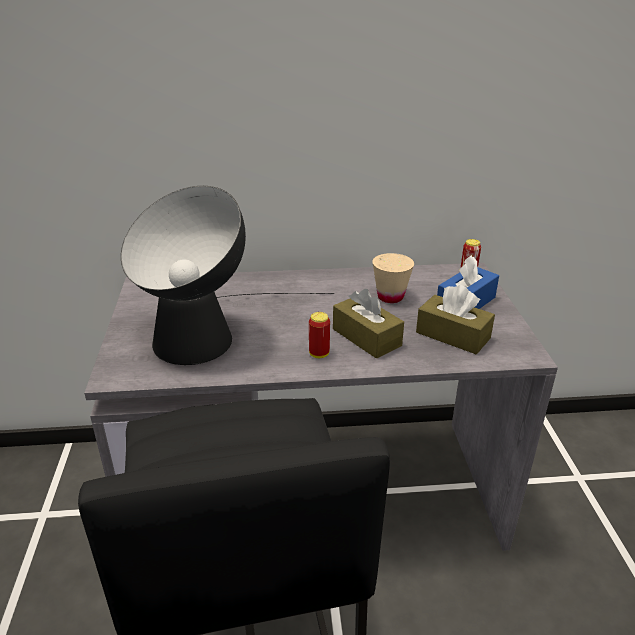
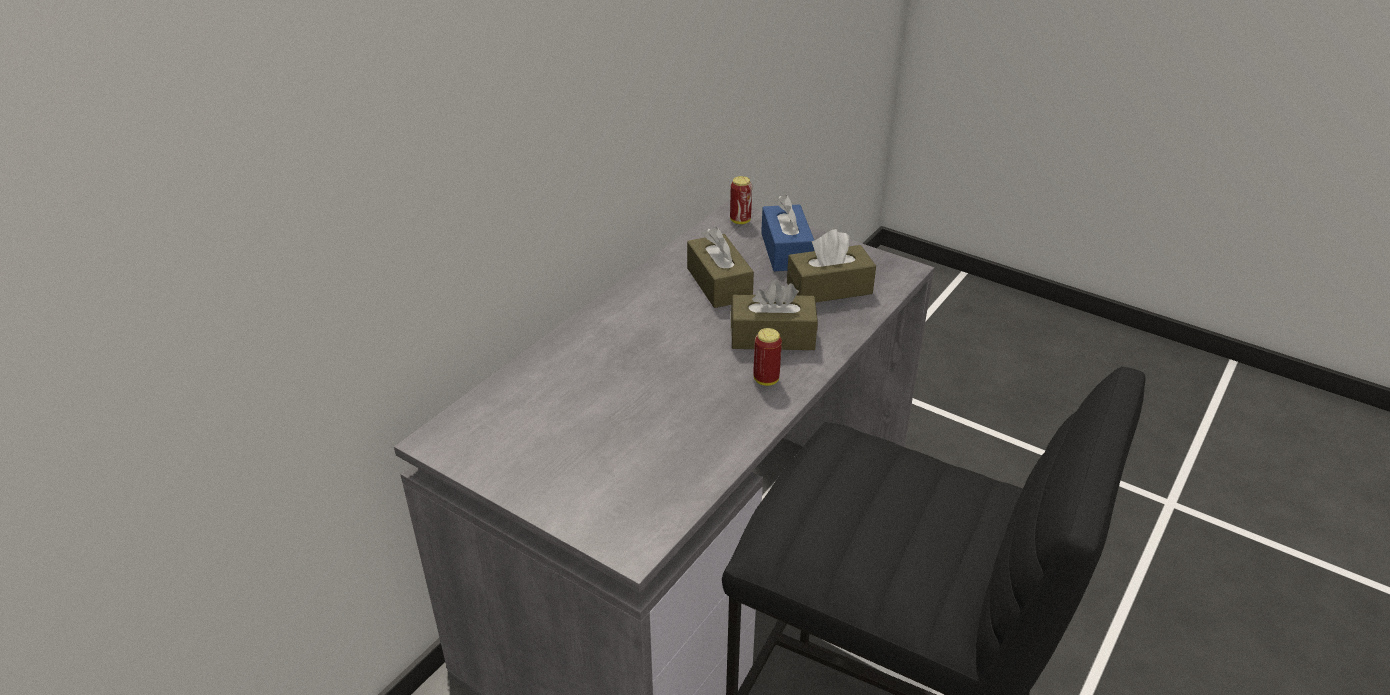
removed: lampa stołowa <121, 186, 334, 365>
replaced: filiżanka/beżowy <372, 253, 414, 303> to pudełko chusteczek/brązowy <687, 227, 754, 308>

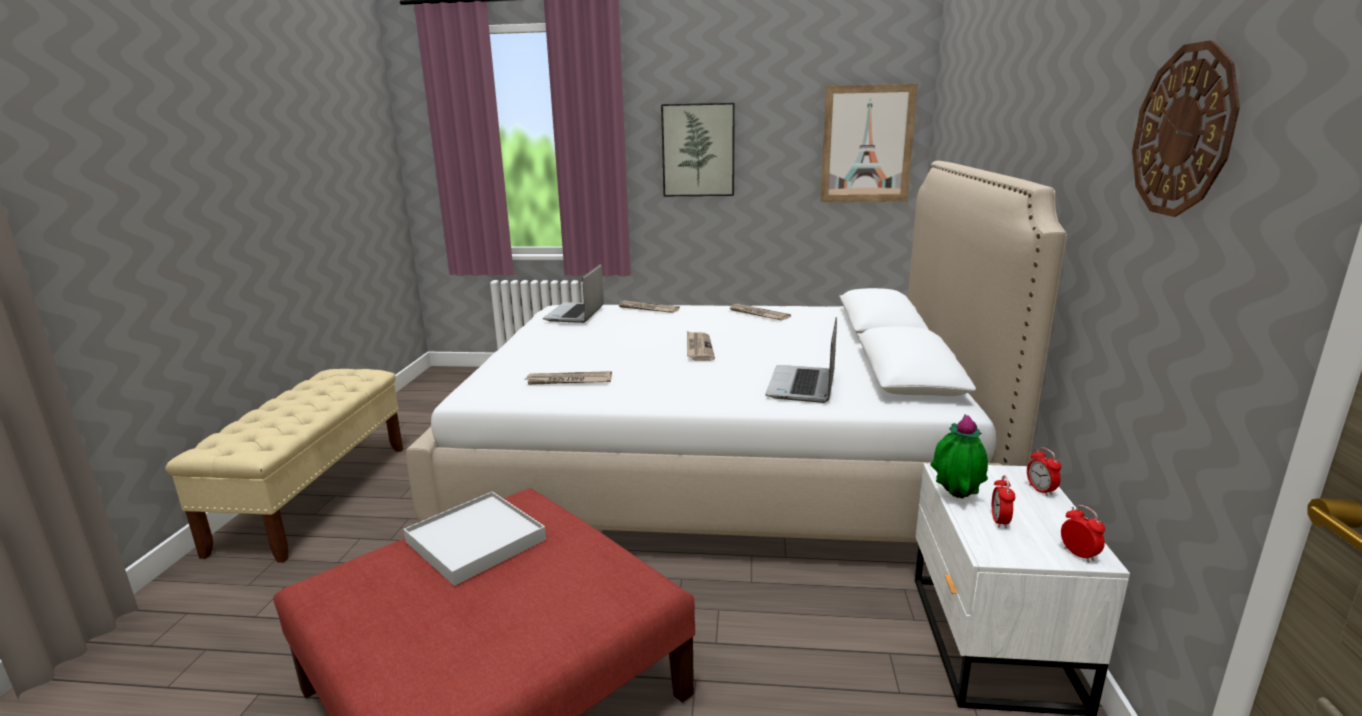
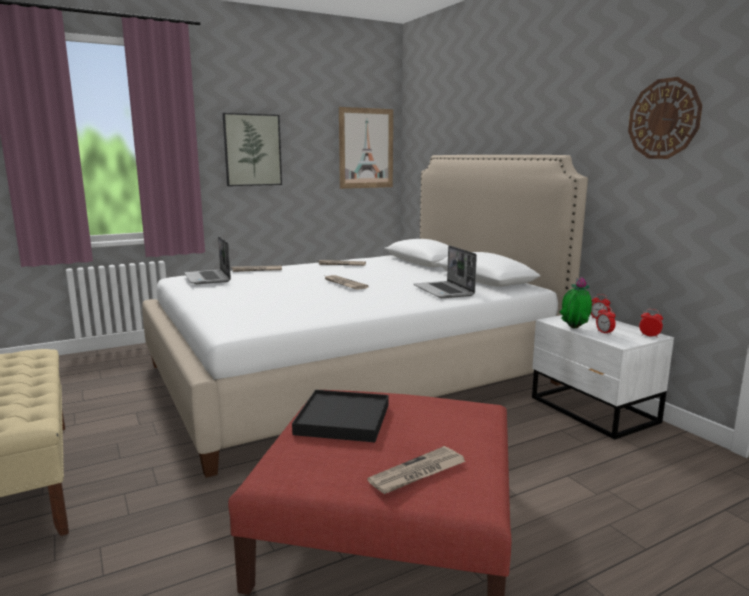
moved: gazeta <526, 371, 612, 385> to <367, 446, 466, 494>
recoloured: taca/biały <404, 492, 546, 586> to taca/czarny <292, 390, 389, 442>

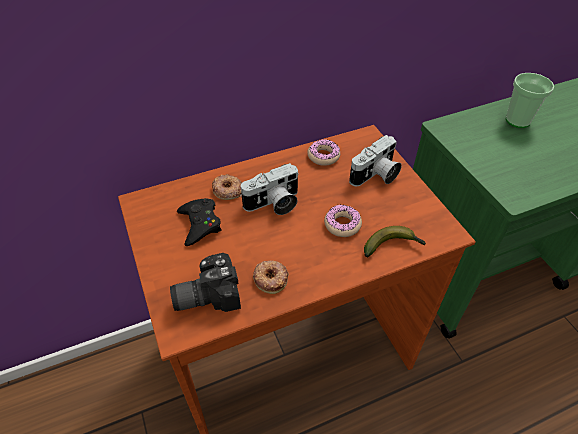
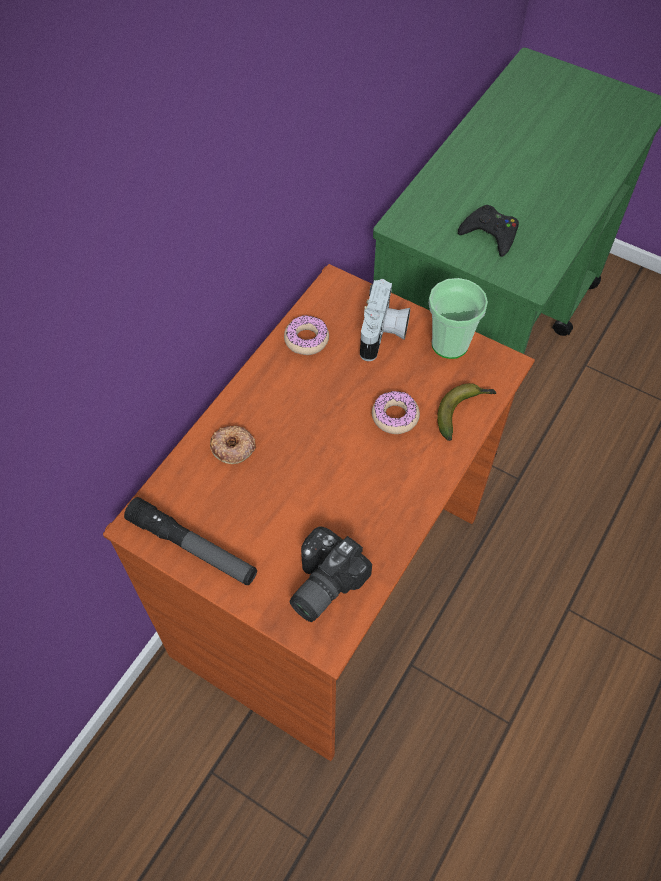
removed: aparat fotograficzny <240, 163, 299, 215>; donut <253, 260, 289, 294>
added: latarka <124, 497, 257, 585>
moved: pad do gier/czarny <177, 198, 222, 246> to <458, 205, 519, 257>; filiżanka <506, 73, 554, 128> to <429, 278, 488, 359>

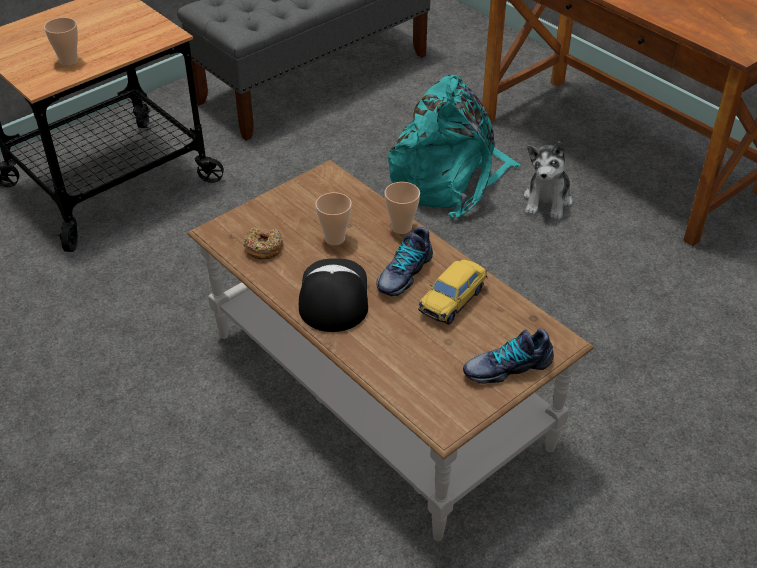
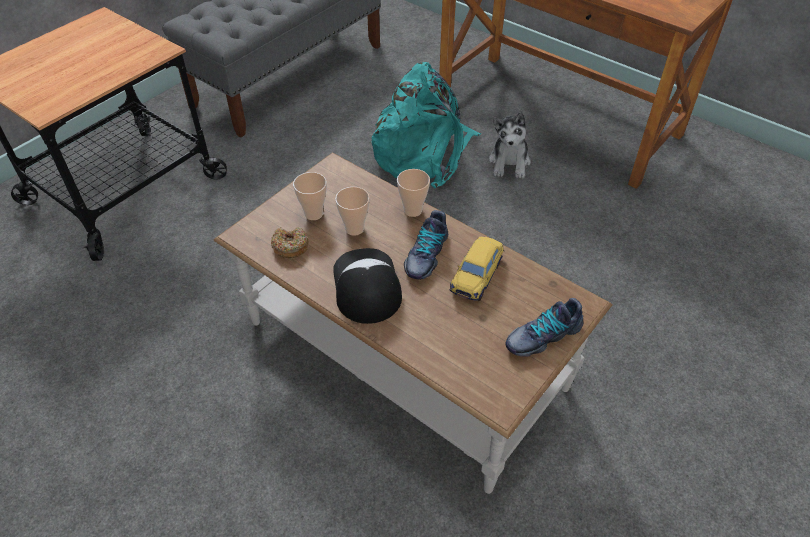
moved: filiżanka <44, 17, 78, 66> to <293, 172, 327, 220>

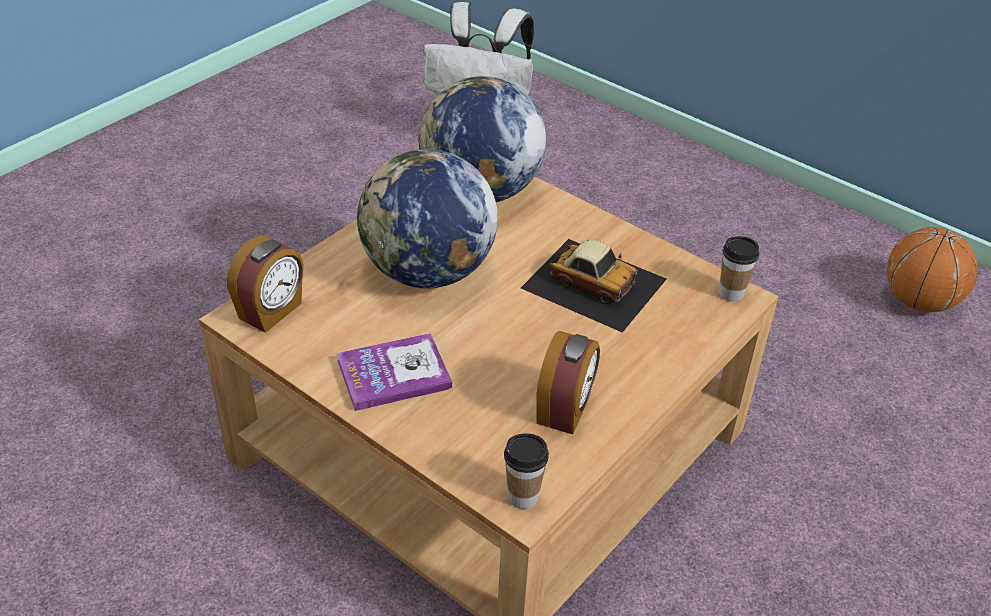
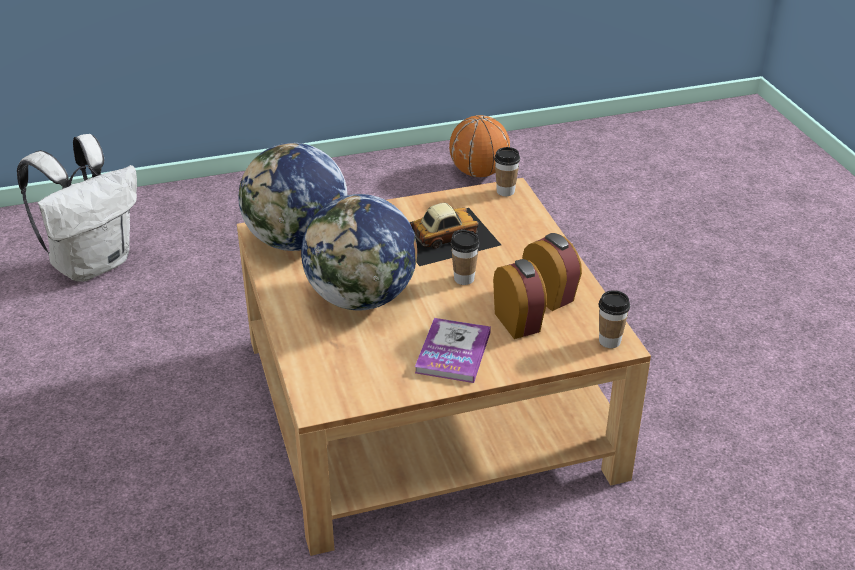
added: filiżanka <450, 230, 480, 285>
moved: budzik <227, 236, 304, 333> to <493, 259, 547, 339>

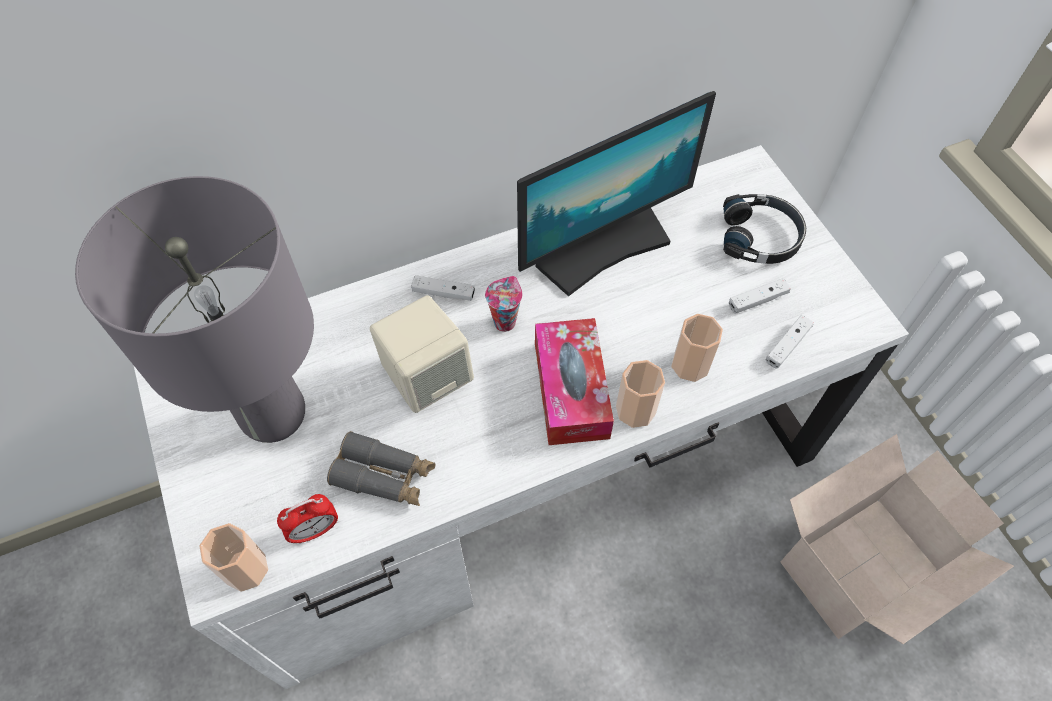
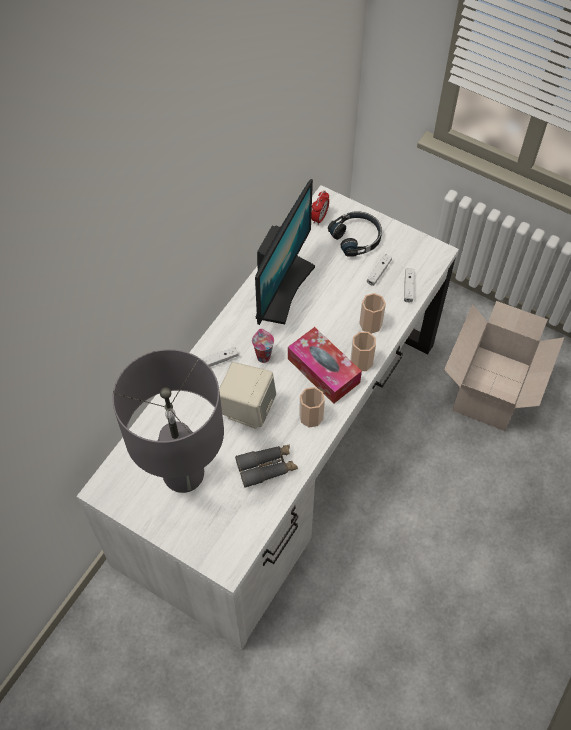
moved: filiżanka <199, 523, 268, 592> to <299, 387, 325, 428>; budzik <277, 494, 338, 544> to <311, 190, 329, 225>

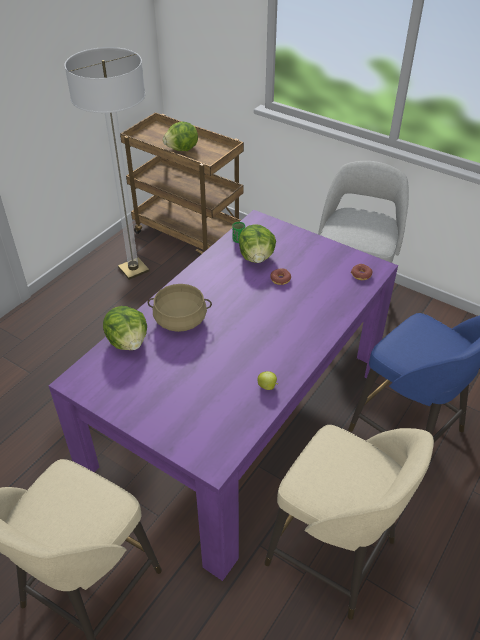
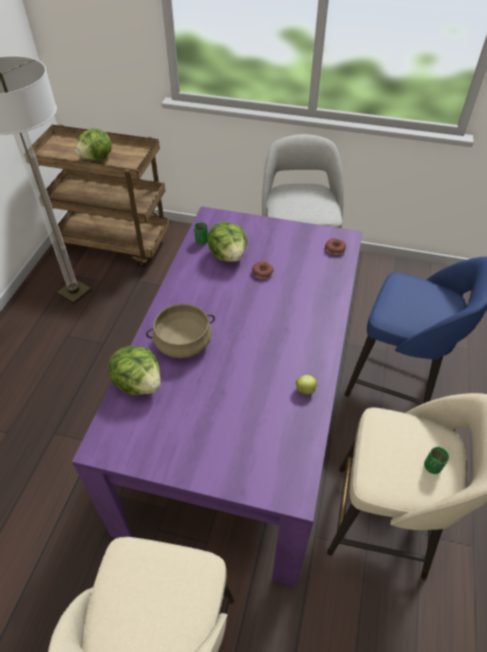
added: filiżanka/zielony <424, 447, 449, 474>

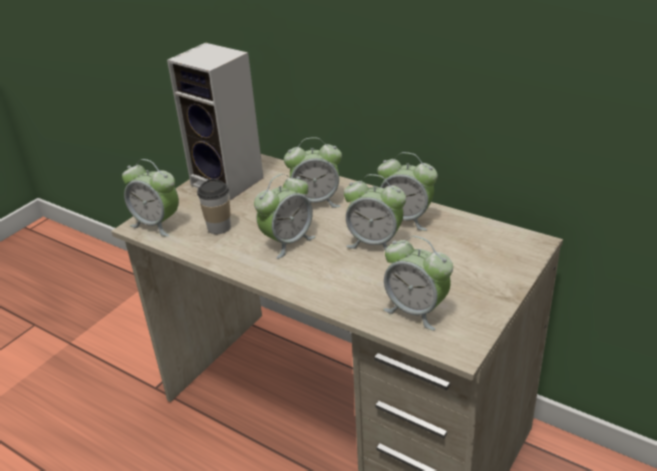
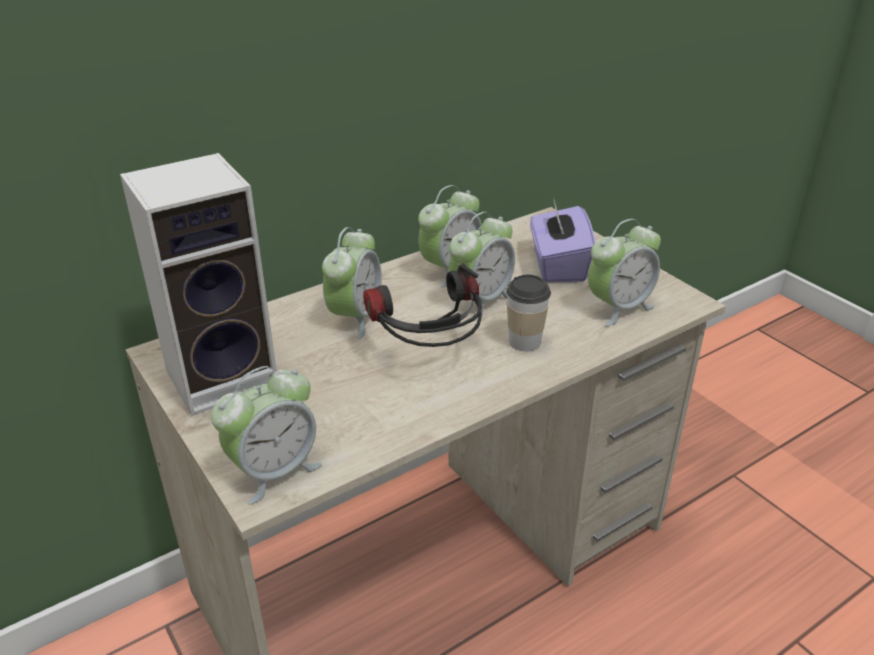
added: pudełko chusteczek/fioletowy <530, 200, 595, 282>
moved: filiżanka <197, 179, 231, 234> to <506, 274, 551, 351>
replaced: budzik <254, 174, 316, 259> to słuchawki <363, 263, 482, 347>

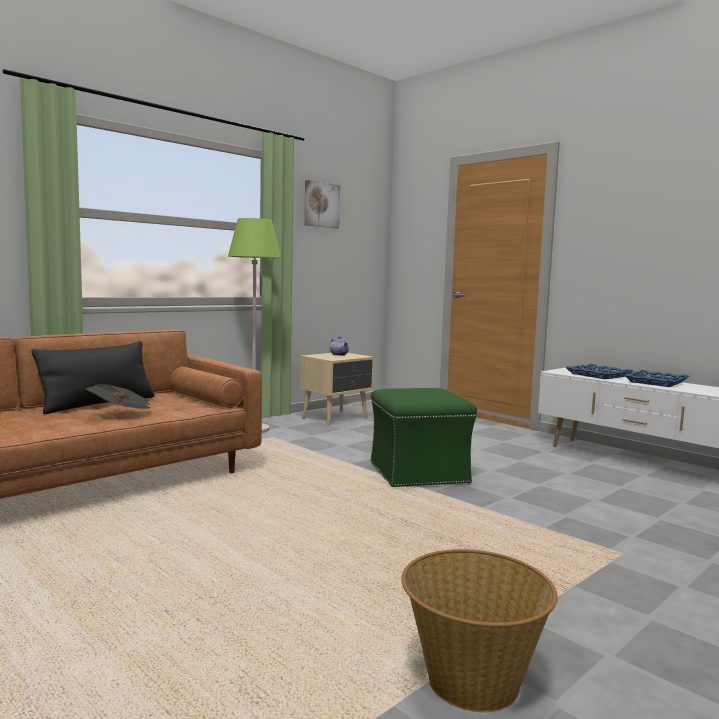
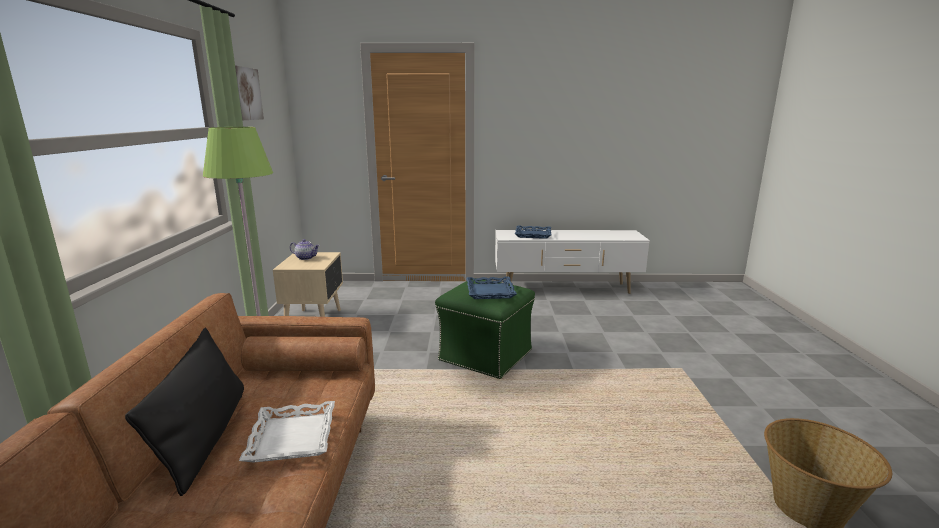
moved: taca/niebieski <624, 370, 689, 387> to <466, 276, 517, 299>
replaced: gazeta <86, 384, 151, 409> to taca/biały <239, 401, 335, 463>

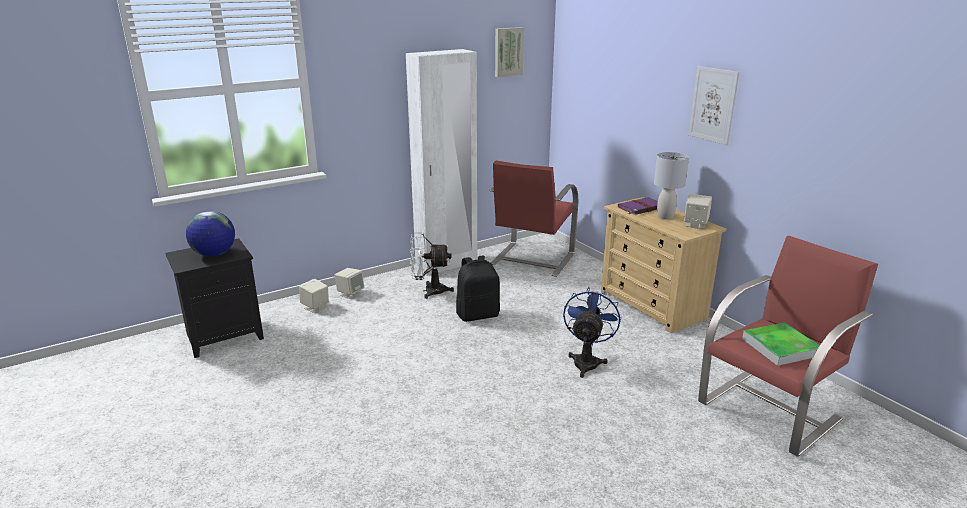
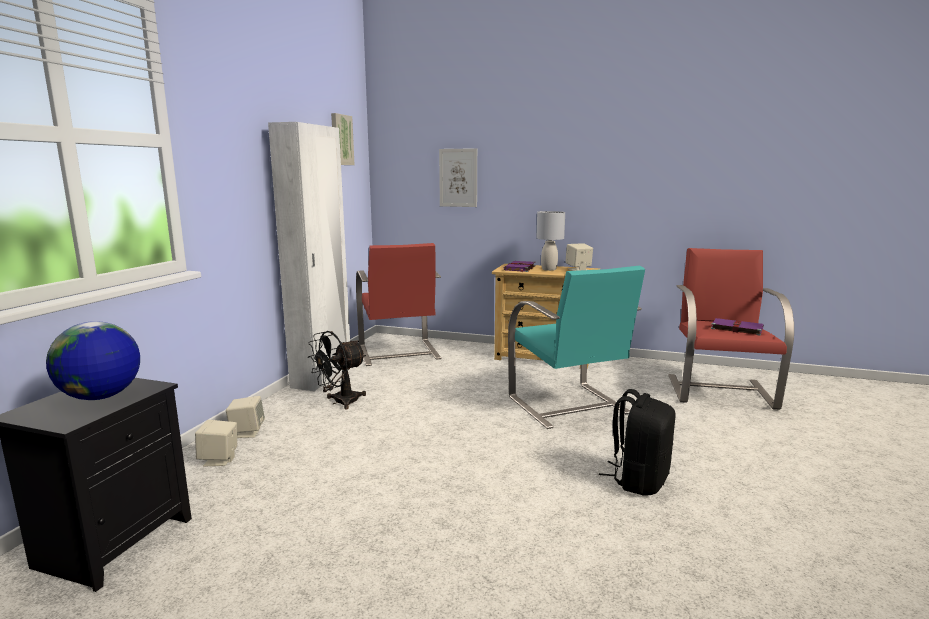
moved: plecak/czarny <456, 255, 500, 322> to <599, 389, 676, 496>; obraz <688, 66, 739, 145> to <439, 148, 477, 207>
replaced: wentylator/niebieski <563, 287, 621, 378> to fotel/turkusowy <508, 266, 645, 429>; taca <742, 322, 819, 366> to książka/fioletowy <708, 318, 764, 335>
recoloured: wentylator/biały <410, 232, 454, 299> to wentylator/czarny <308, 331, 366, 409>

